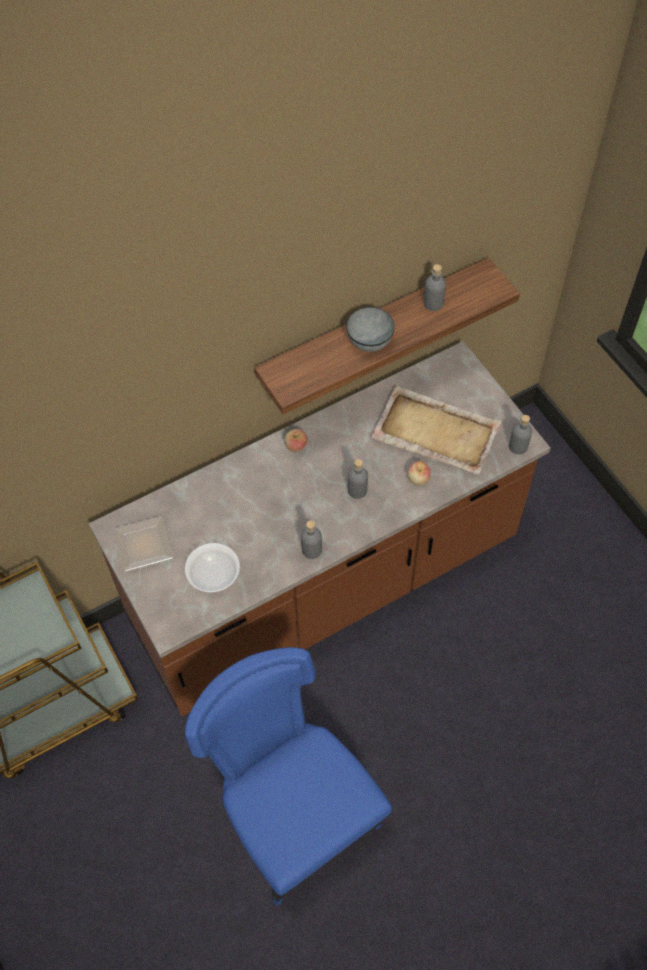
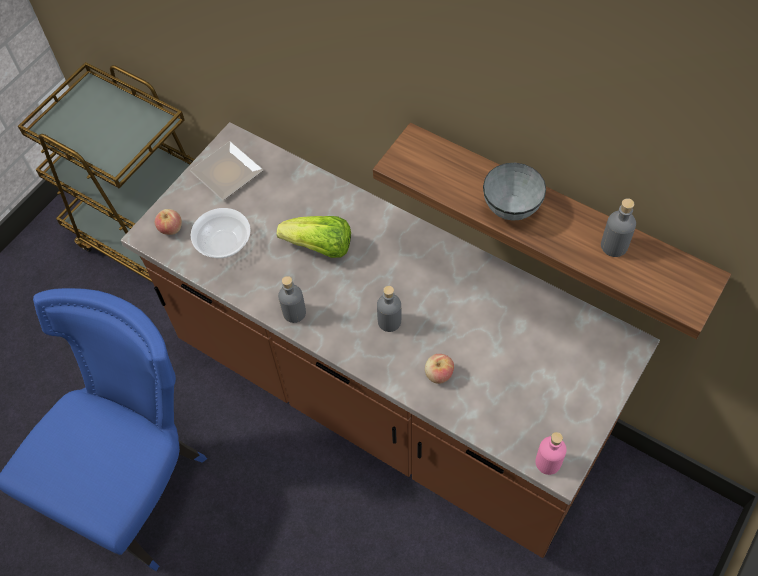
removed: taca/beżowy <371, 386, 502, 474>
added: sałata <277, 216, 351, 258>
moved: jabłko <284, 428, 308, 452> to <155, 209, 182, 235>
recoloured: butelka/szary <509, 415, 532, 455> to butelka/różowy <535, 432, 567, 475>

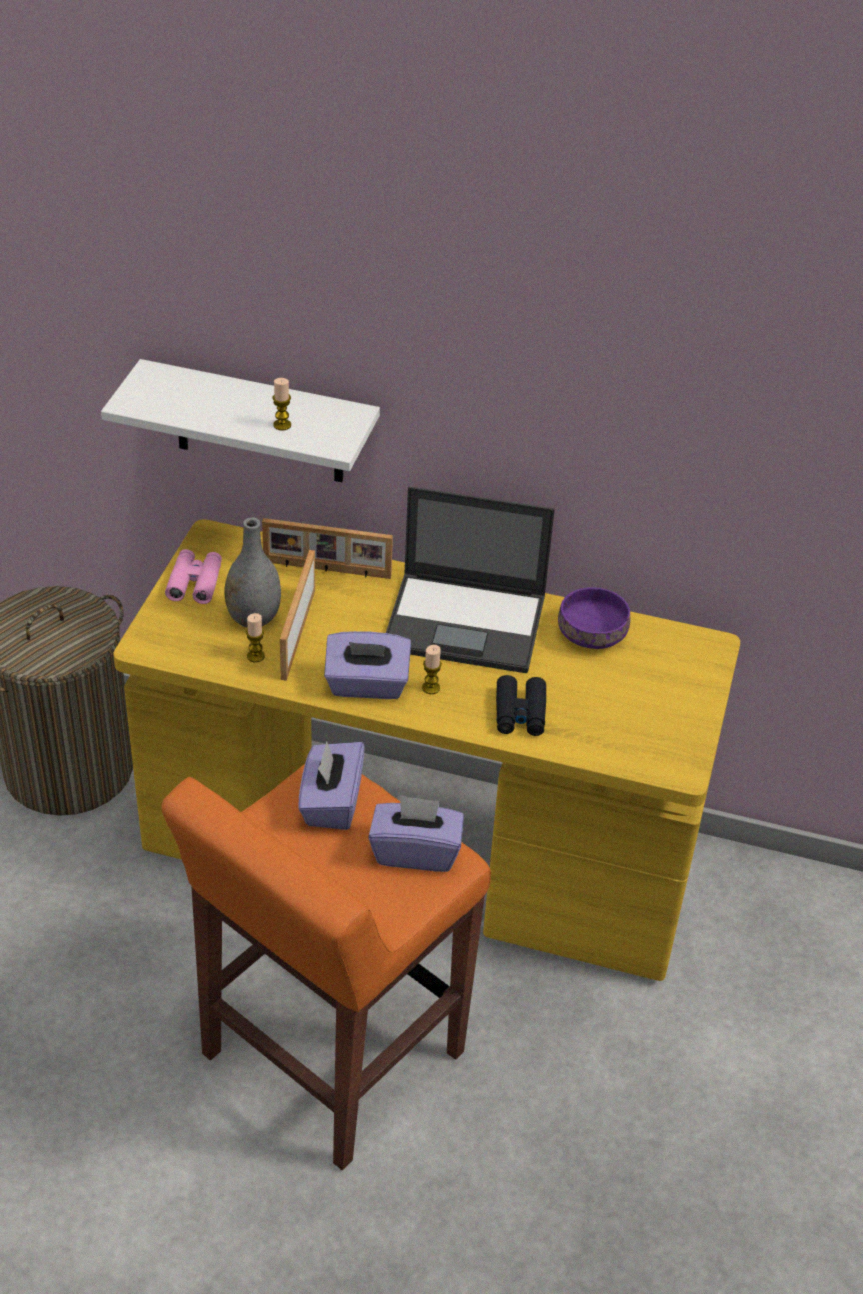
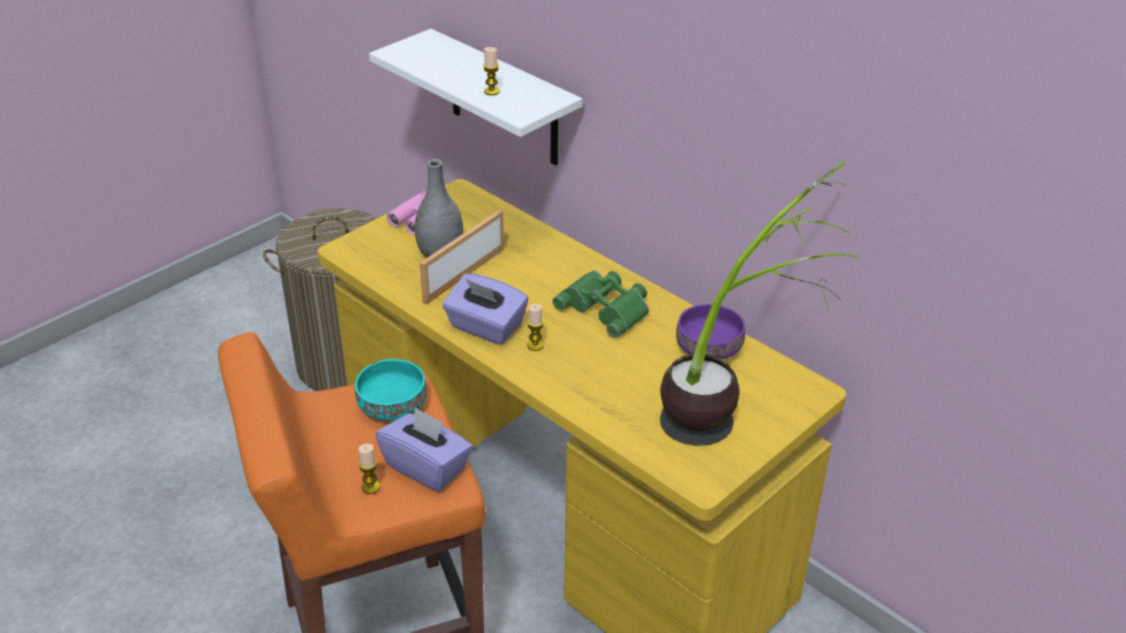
removed: ramka na zdjęcie <262, 518, 393, 579>; lornetka/czarny <496, 675, 546, 736>
added: roślina doniczkowa <660, 161, 859, 446>
moved: świeca <246, 613, 265, 662> to <358, 444, 380, 494>
replaced: pudełko chusteczek/fioletowy <298, 742, 365, 830> to miska/turkusowy <355, 359, 427, 420>; laptop <386, 486, 555, 673> to lornetka/zielony <553, 271, 649, 338>

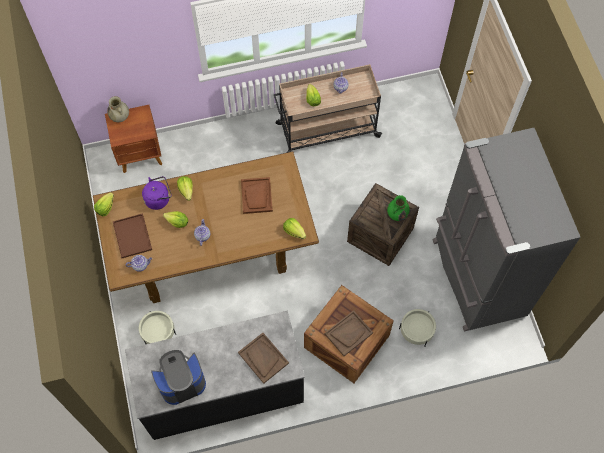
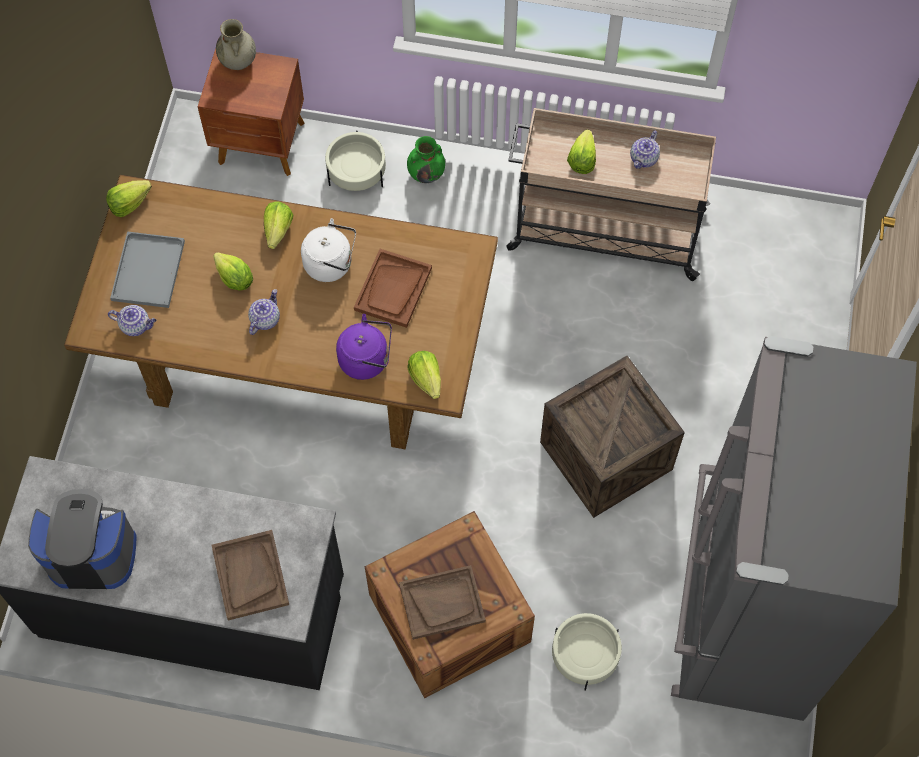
added: czajnik/biały <301, 218, 356, 282>
moved: donica/beżowy <139, 311, 176, 344> to <325, 130, 386, 191>; czajnik/fioletowy <142, 176, 171, 210> to <336, 314, 392, 380>; wazon/zielony <387, 195, 410, 221> to <407, 136, 445, 183>
recoloured: taca/brązowy <113, 213, 152, 258> to taca/szary <110, 231, 185, 308>

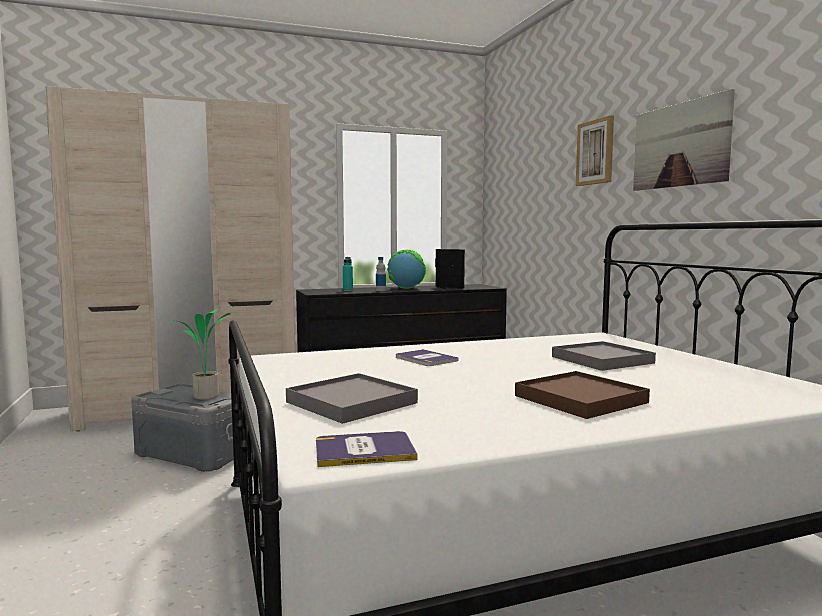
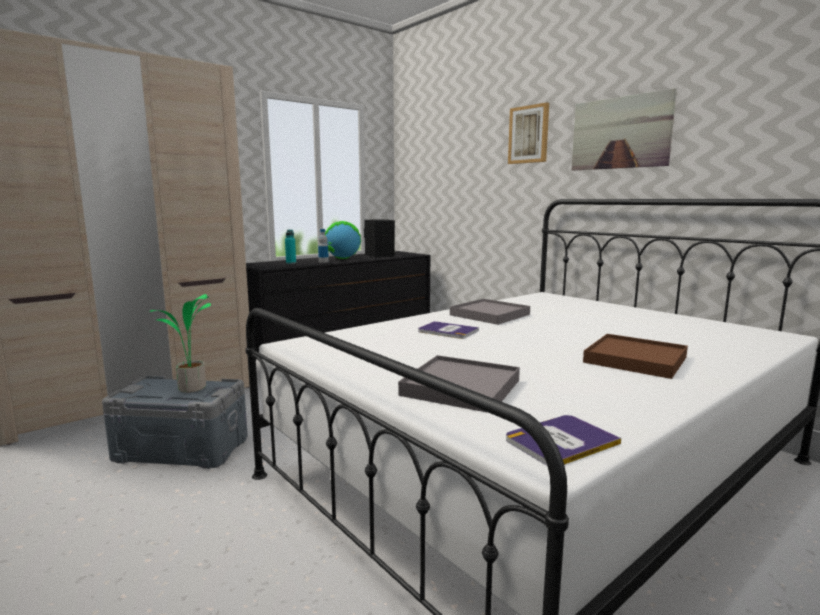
moved: taca/szary <552, 341, 656, 371> to <450, 299, 530, 325>

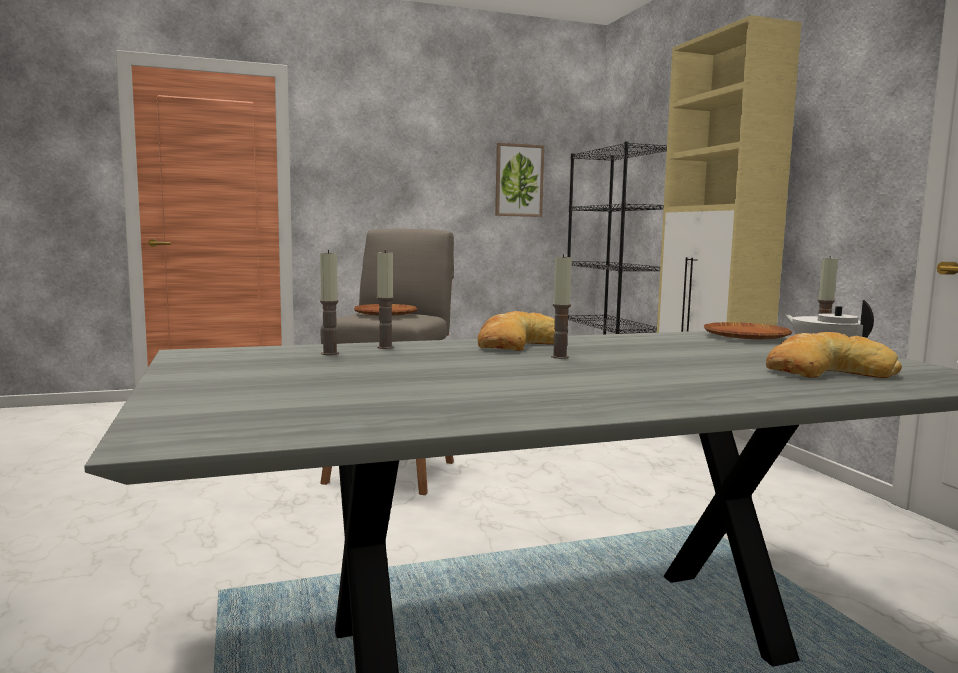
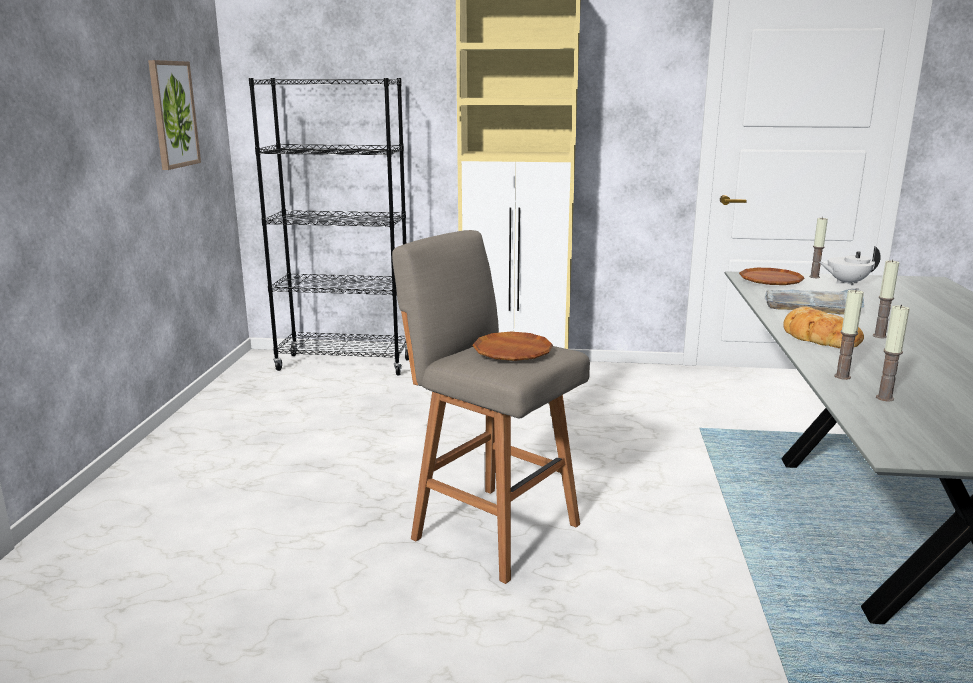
removed: chleb <766, 332, 902, 378>
added: taca/szary <765, 288, 864, 315>

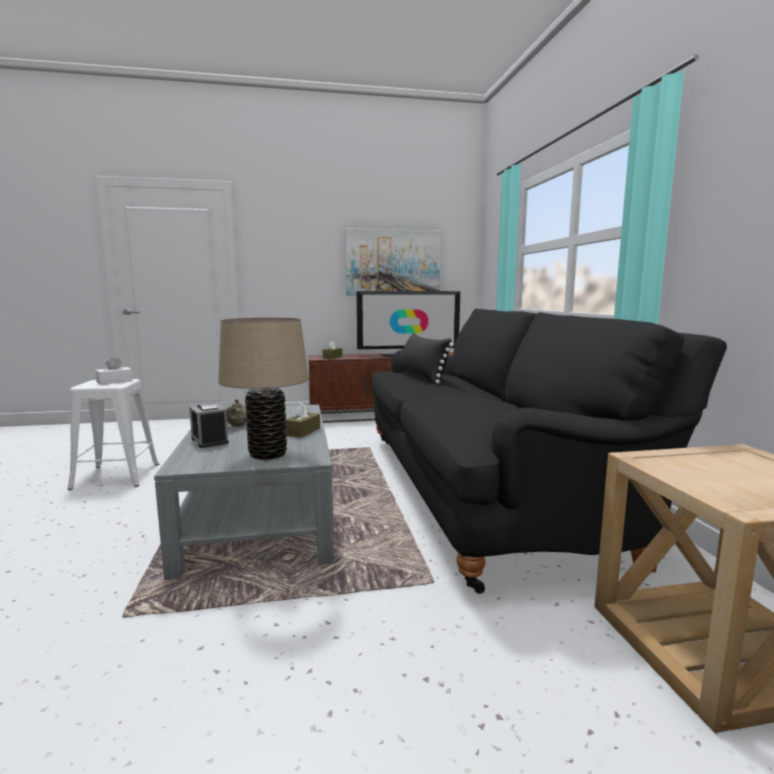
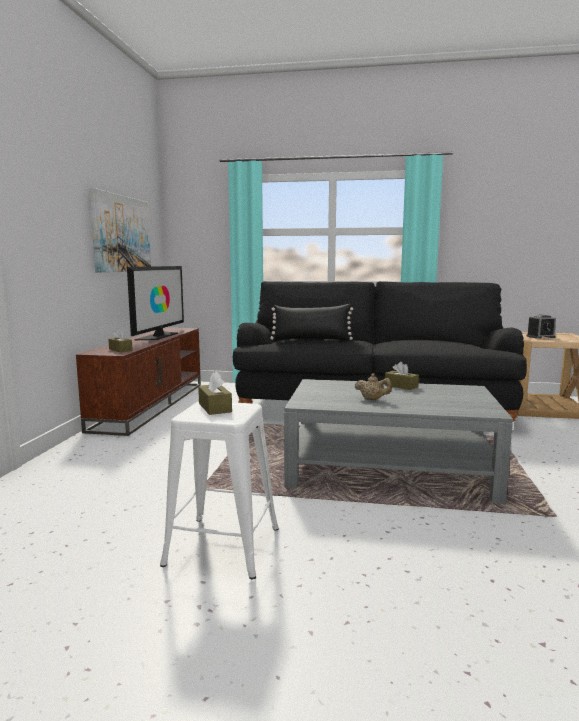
removed: lampa stołowa/beżowy <218, 317, 309, 460>
moved: budzik <189, 403, 229, 448> to <526, 314, 556, 339>
recoloured: pudełko chusteczek/biały <95, 357, 133, 385> to pudełko chusteczek/brązowy <198, 371, 232, 415>

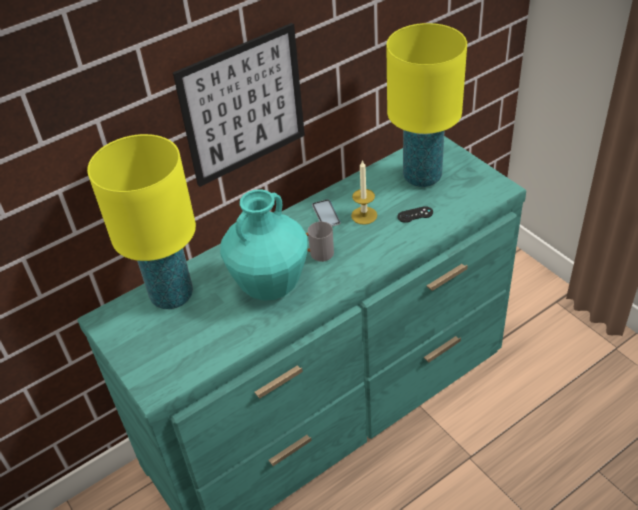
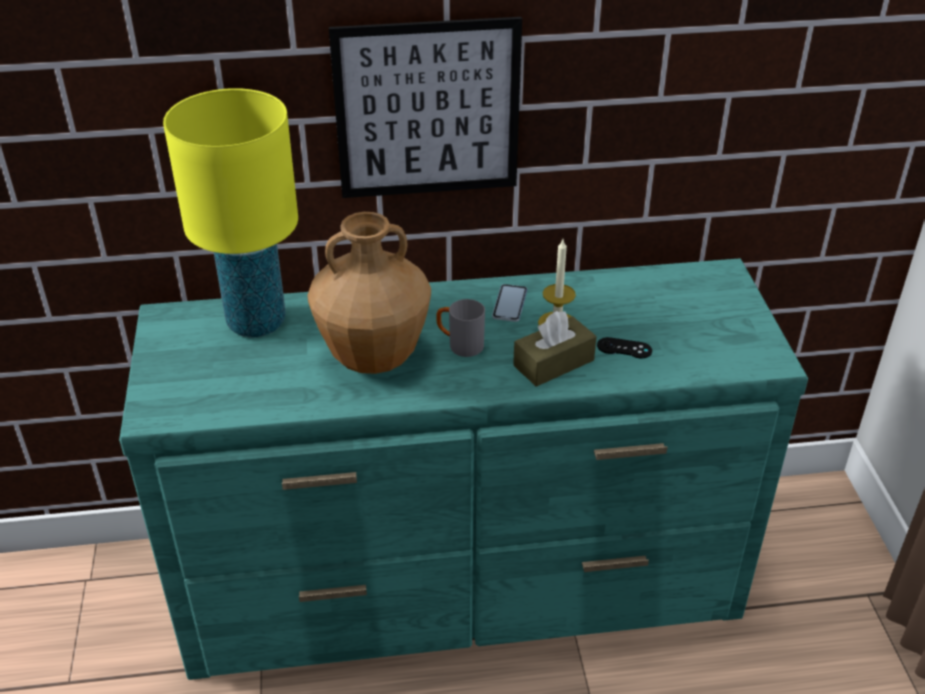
removed: lampa stołowa/żółty <386, 23, 467, 187>
added: pudełko chusteczek/brązowy <513, 311, 597, 387>
recoloured: wazon/turkusowy <220, 189, 308, 301> to wazon/brązowy <307, 212, 431, 374>

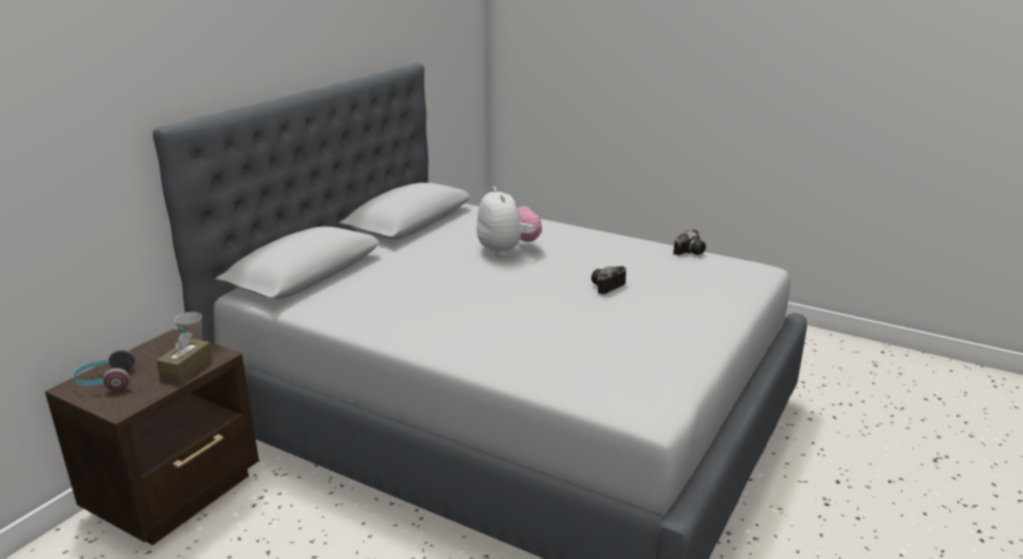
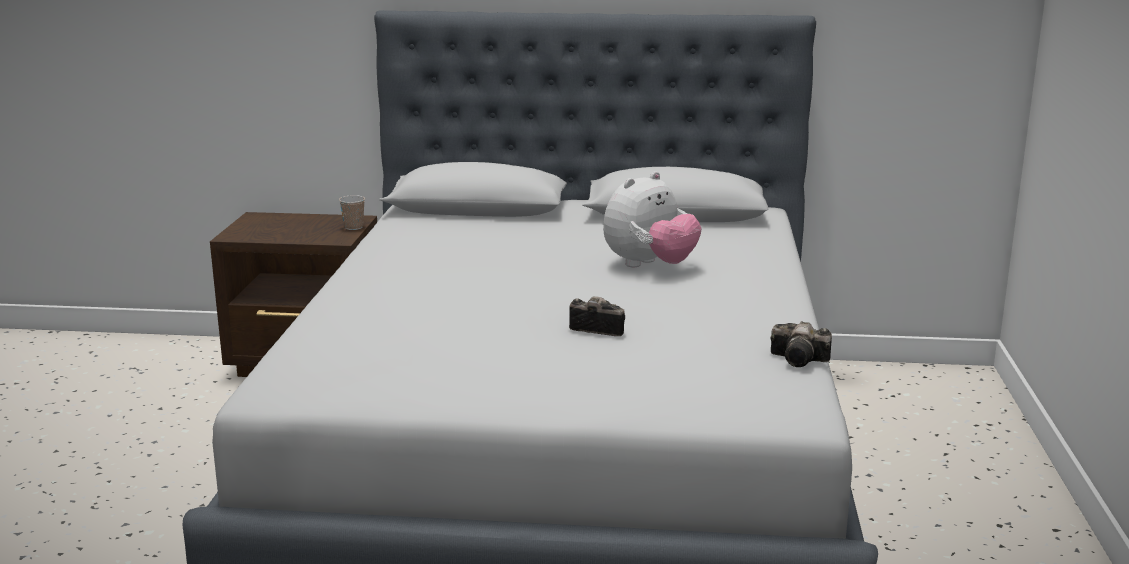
removed: słuchawki <72, 349, 135, 391>; pudełko chusteczek/brązowy <156, 332, 213, 383>

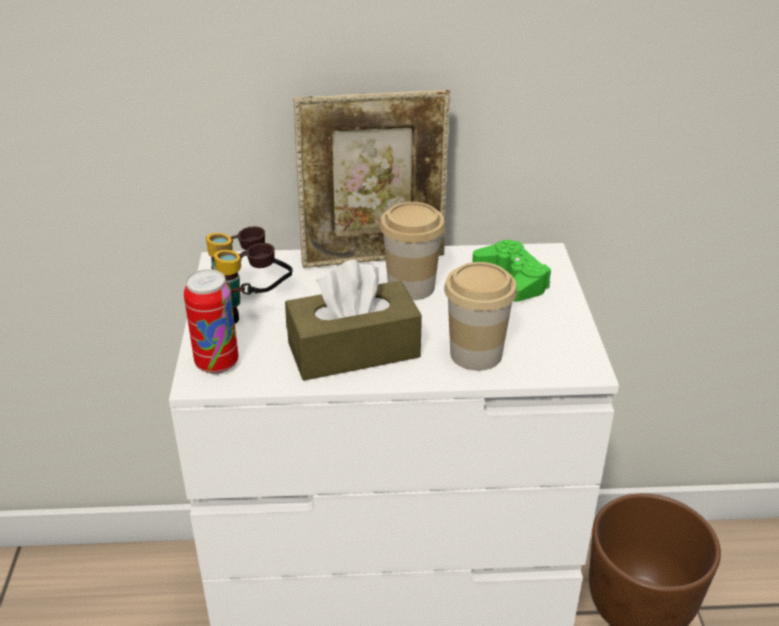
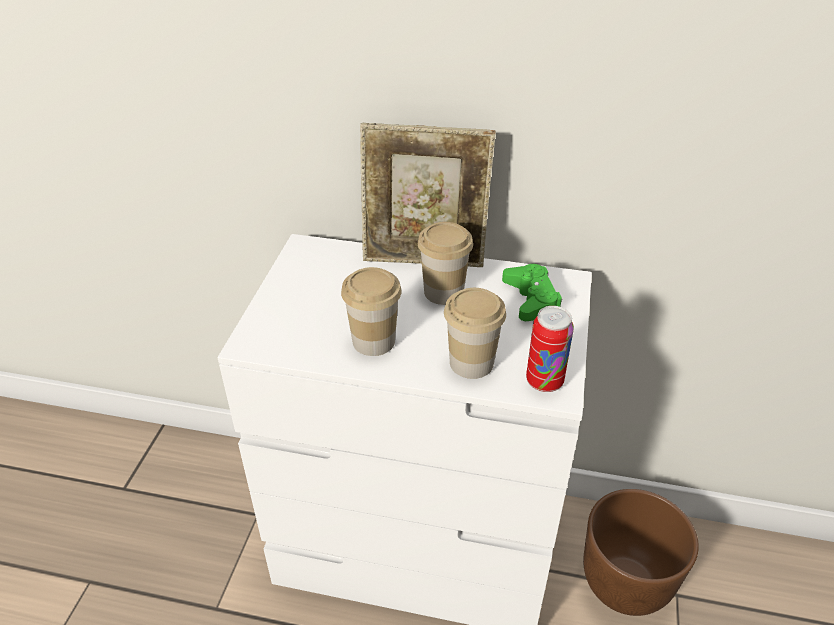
removed: lornetka <206, 226, 293, 324>
moved: puszka <184, 269, 238, 374> to <526, 306, 574, 392>
replaced: pudełko chusteczek/brązowy <285, 259, 422, 381> to filiżanka <341, 267, 402, 356>

